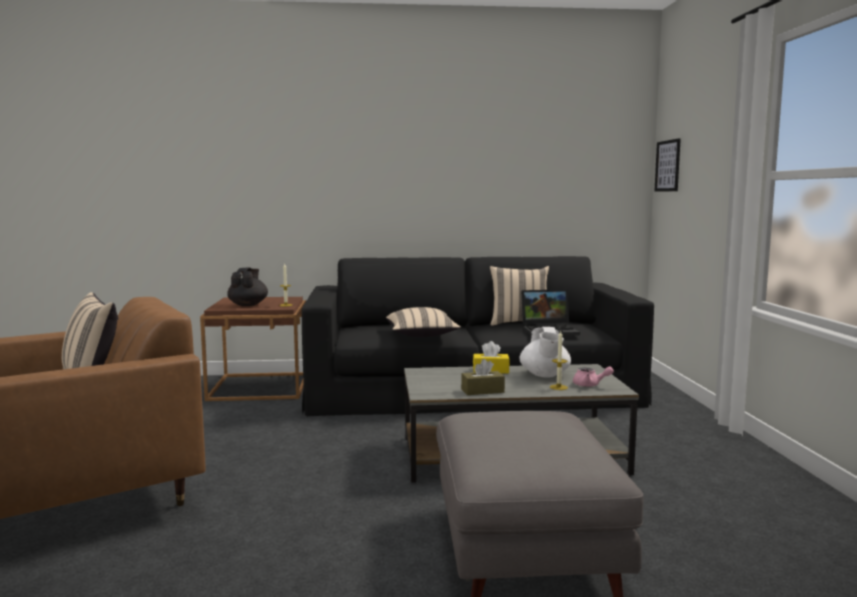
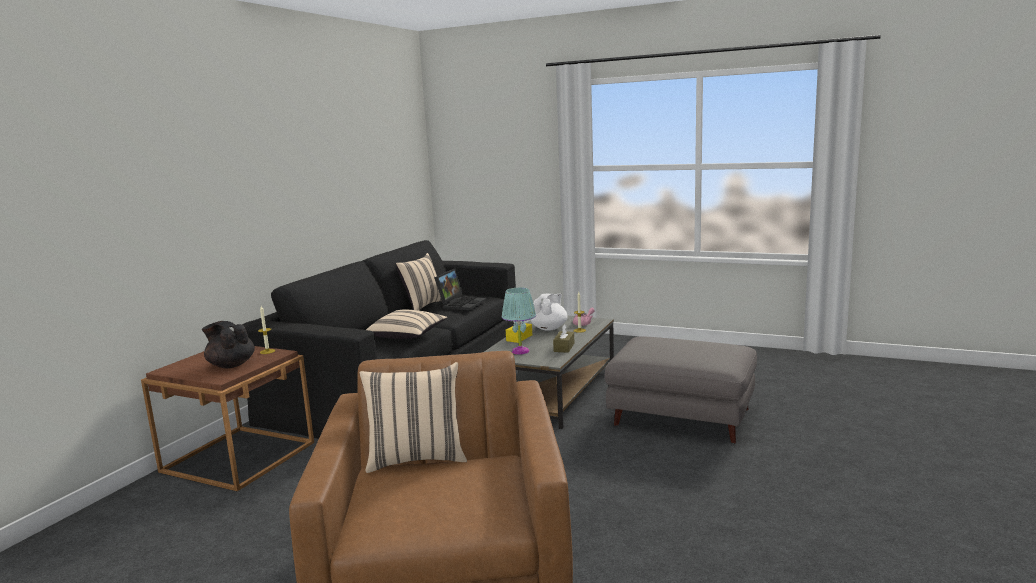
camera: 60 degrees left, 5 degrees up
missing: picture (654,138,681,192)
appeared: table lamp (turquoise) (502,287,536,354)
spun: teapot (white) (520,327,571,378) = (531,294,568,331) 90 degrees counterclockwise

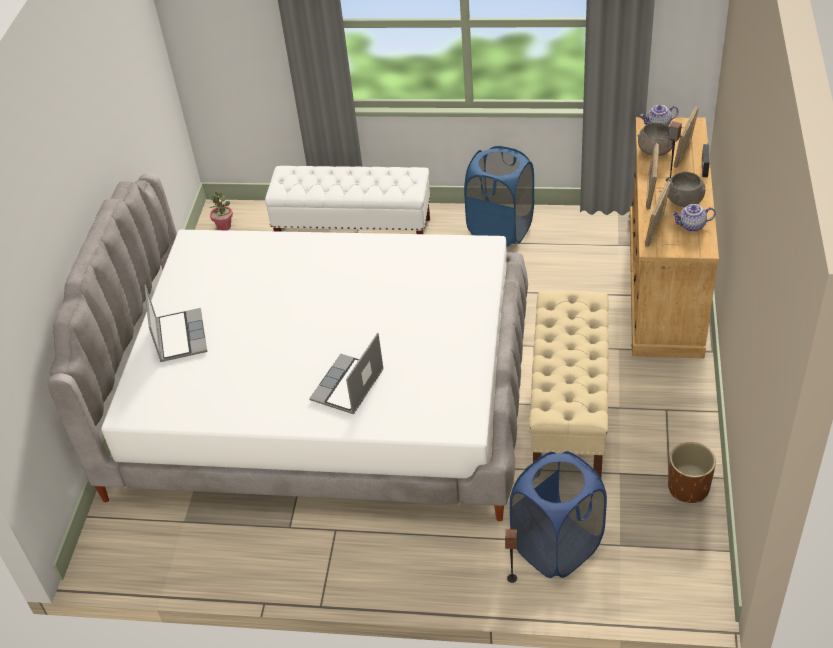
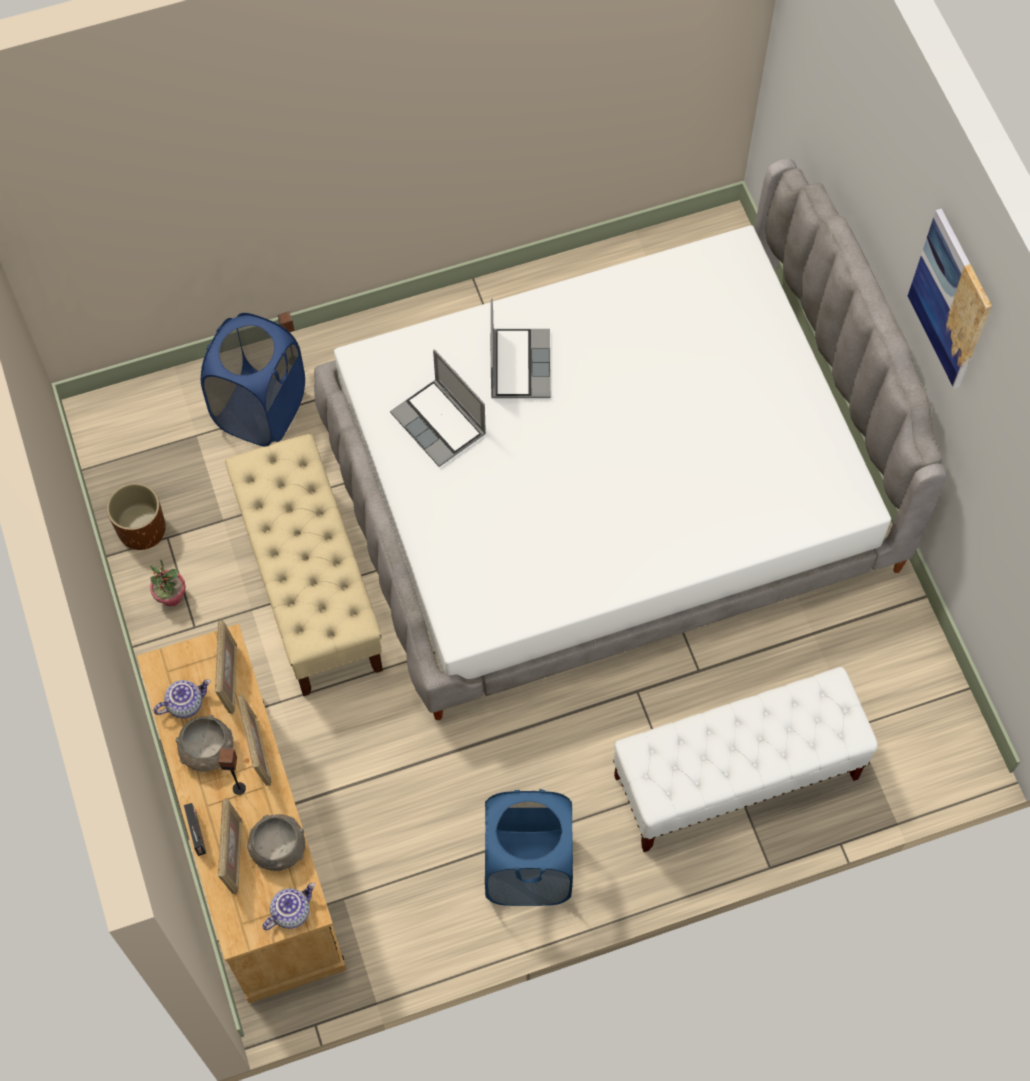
camera: 150 degrees right, 20 degrees up
appeared: picture (908,208,992,389)
relocated: potted plant (210,192,233,230) to (150,559,186,607); laptop (144,284,207,362) to (390,349,486,467)

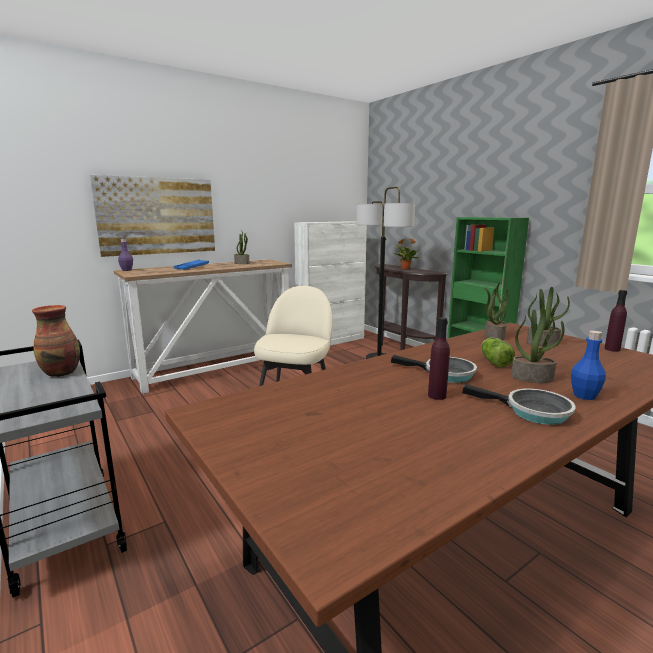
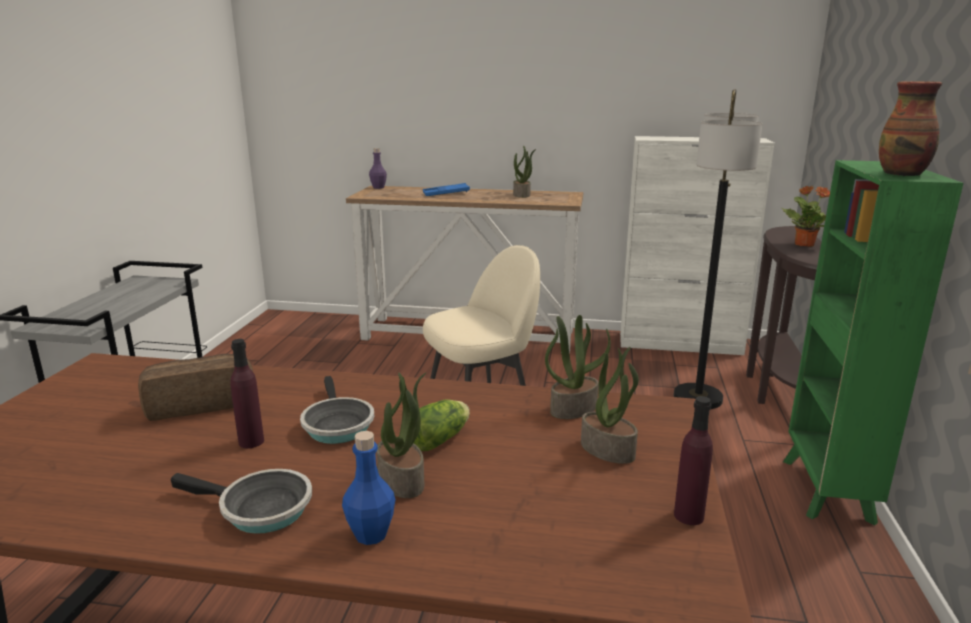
camera: 45 degrees right, 5 degrees up
missing: picture (90,175,215,257)
appeared: bread (138,354,253,421)
relocated: vase (32,305,80,377) to (879,81,942,176)
spun: frying pan (462,384,576,425) = (170,469,312,534) 60 degrees counterclockwise

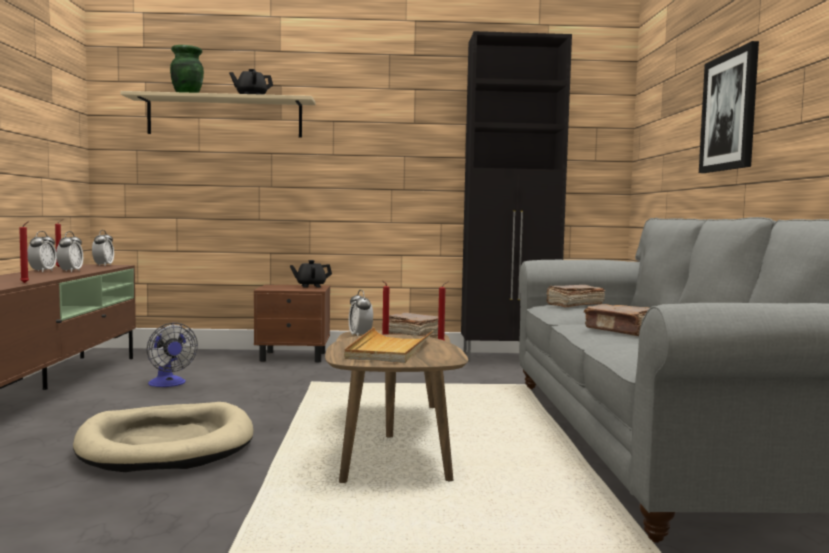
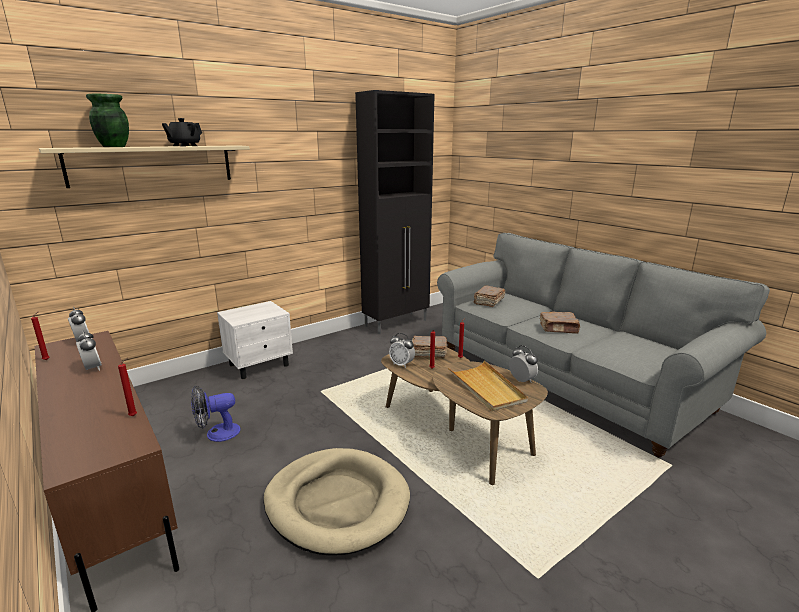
camera: 35 degrees left, 15 degrees up
missing: teapot (black) (290,260,332,288); picture (699,41,759,173)
relocated: alarm clock (27,231,57,272) to (509,345,538,383)
colour: nightstand (brown) (254,284,330,362) to nightstand (white) (217,301,293,379)
spun: fan (147,323,198,387) = (191,385,241,442) 135 degrees clockwise

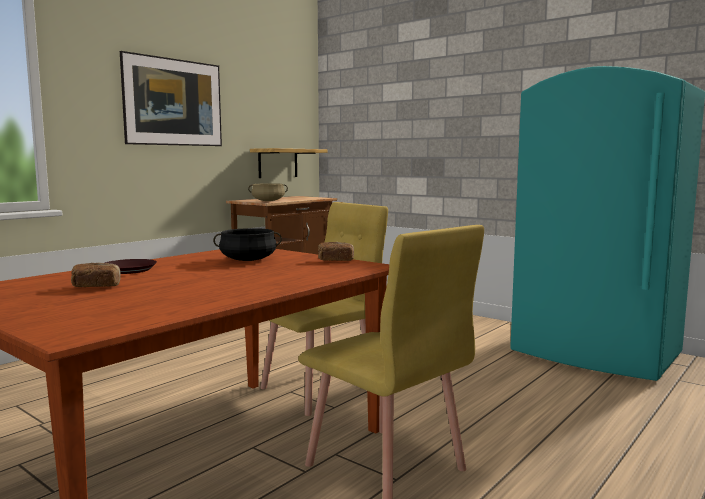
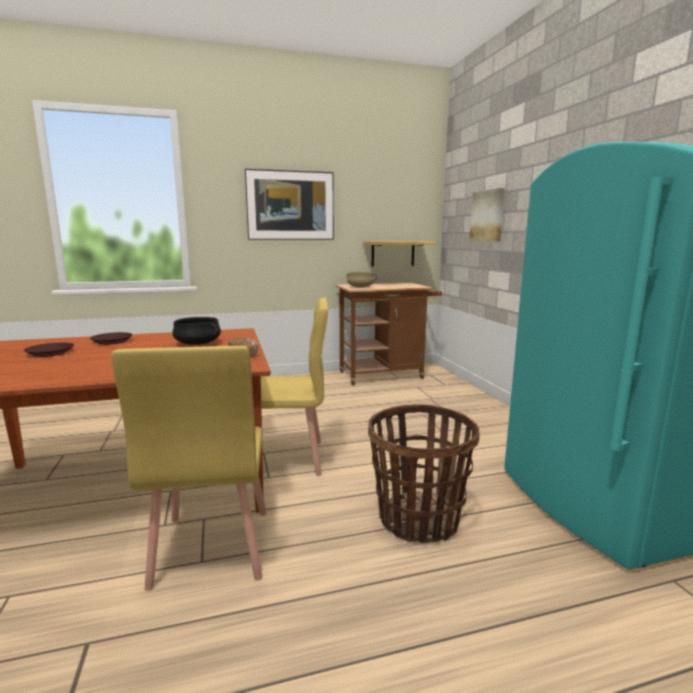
camera: 35 degrees right, 5 degrees up
appeared: basket (368,404,480,543); picture (470,188,505,242)
exchanged: bread (71,262,121,287) to plate (brown) (24,342,74,357)

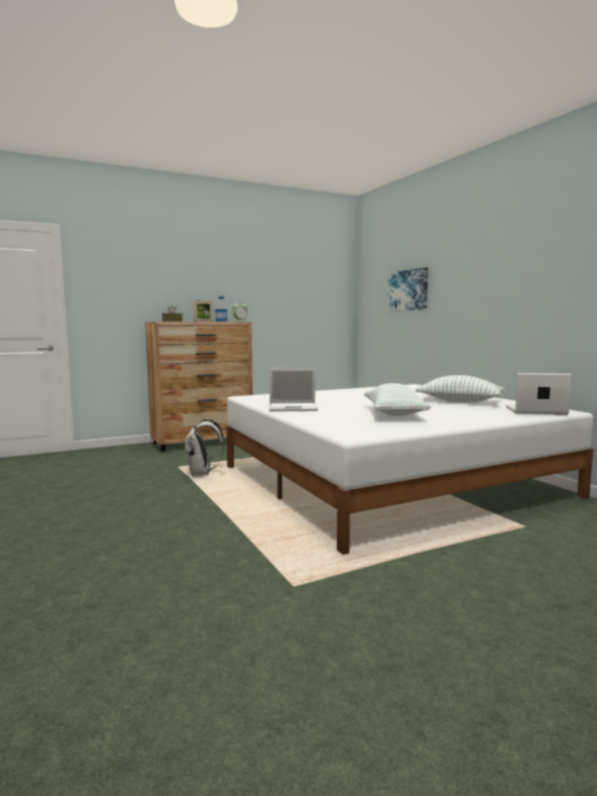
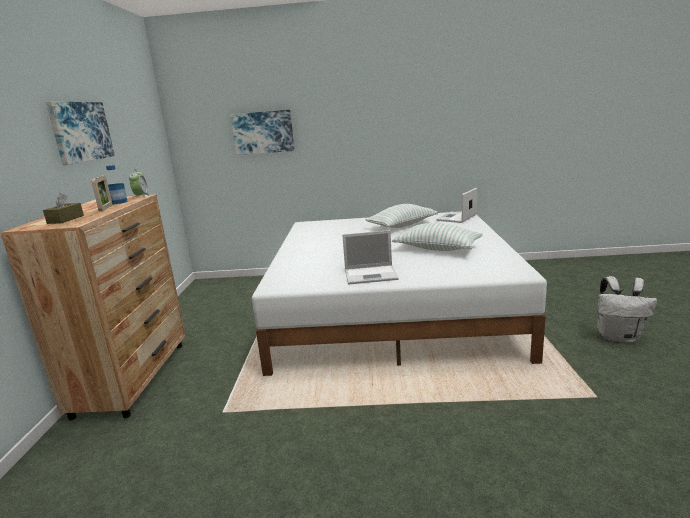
camera: 60 degrees left, 10 degrees up
appeared: picture (46,101,115,165)
relocated: backpack (white) (184,418,224,476) to (597,276,657,343)
spun: laptop (269,368,318,411) = (342,230,399,285) 60 degrees clockwise

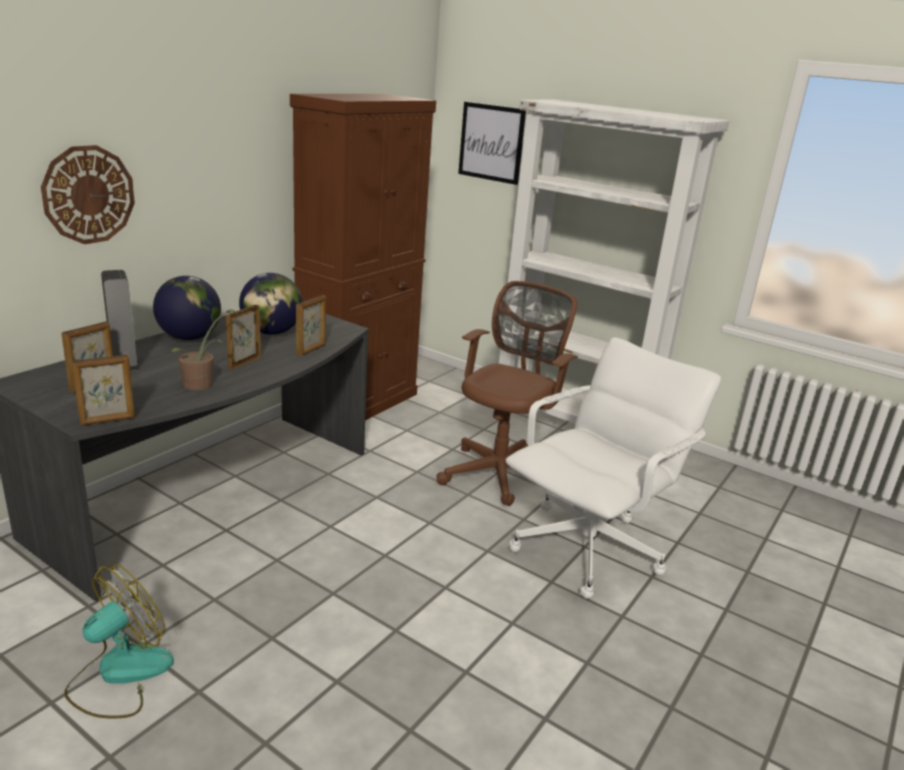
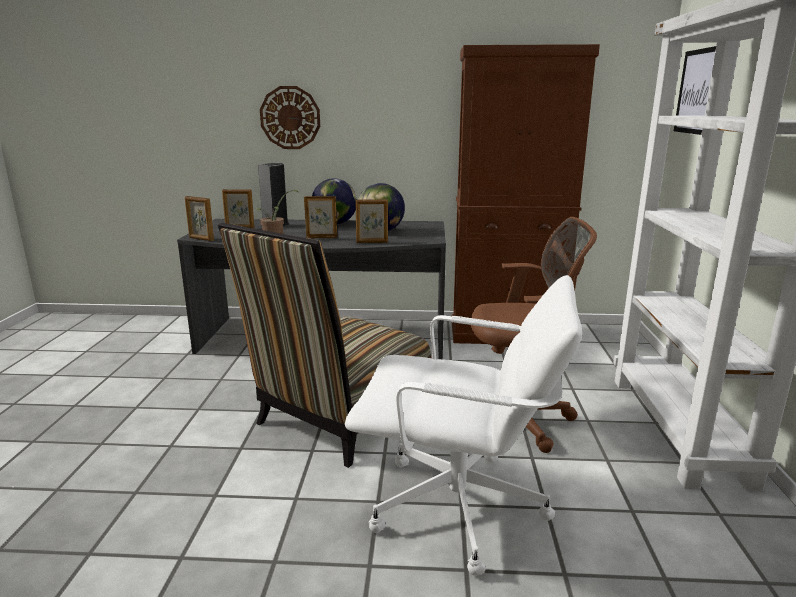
camera: 60 degrees right, 5 degrees down
missing: fan (64,564,174,719)
appeared: chair (218,223,432,468)

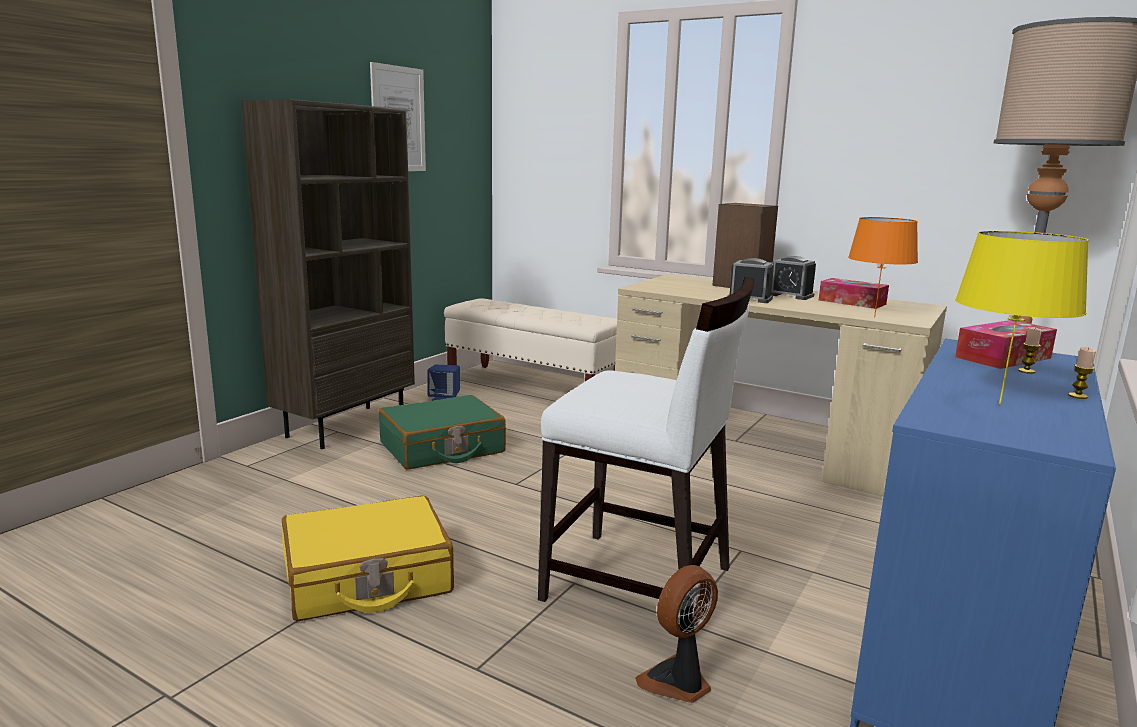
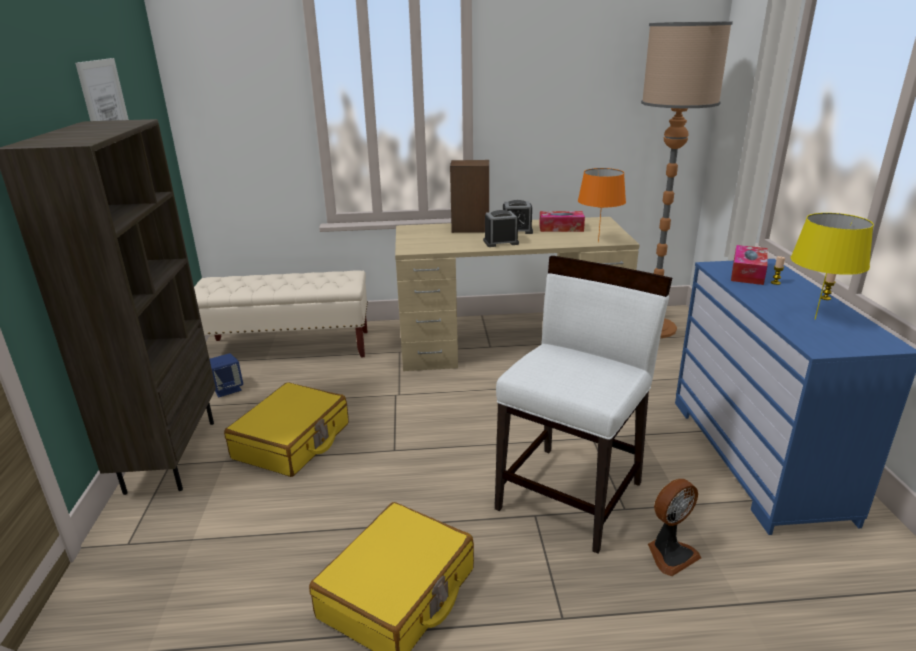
camera: 35 degrees left, 10 degrees up
colour: suitcase (green) (378,395,506,470) to suitcase (yellow) (224,382,349,477)
spun: chair (white) (538,277,754,609) = (495,256,672,554) 45 degrees counterclockwise; fan (635,565,718,703) = (648,479,701,576) 135 degrees counterclockwise

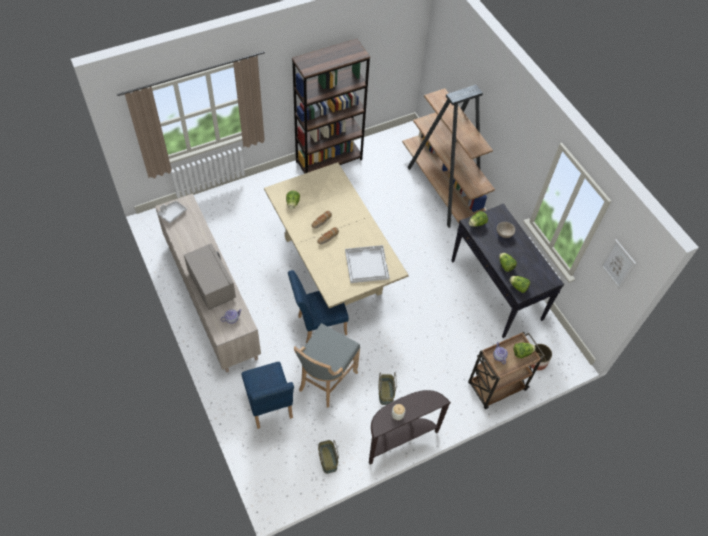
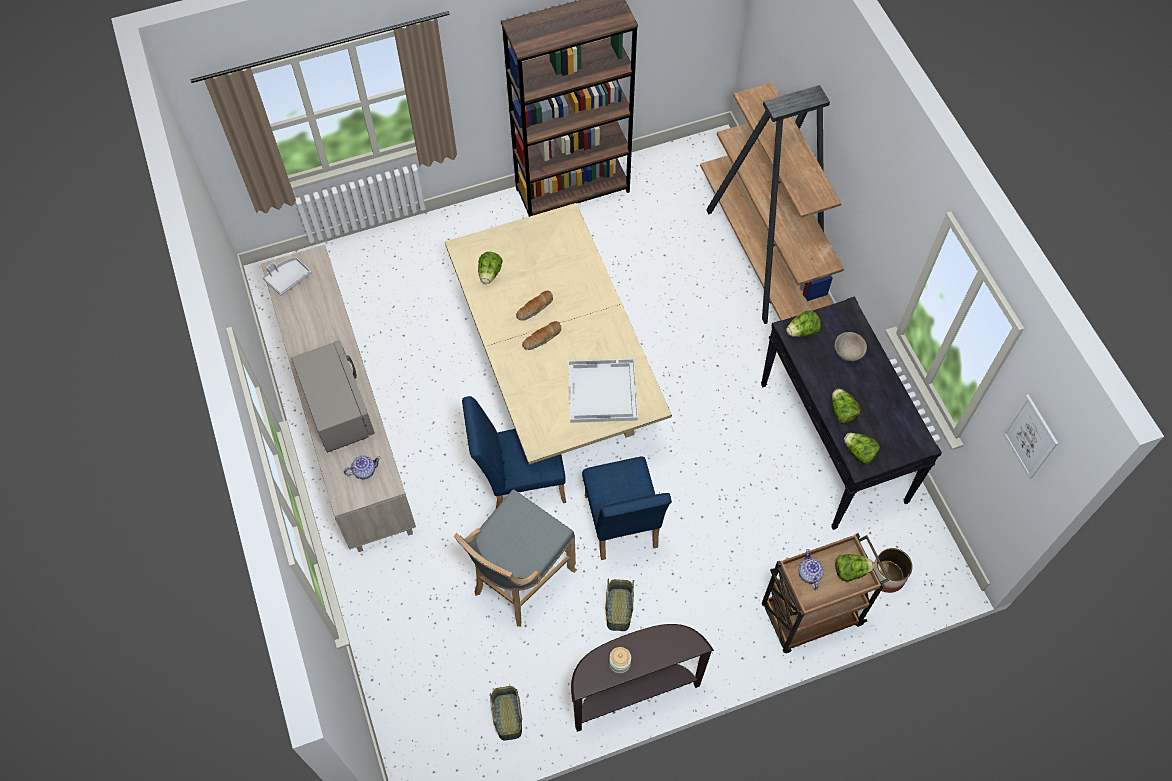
camera: 10 degrees right, 5 degrees up
relocated: chair (blue) (242,362,294,429) to (582,456,672,560)

